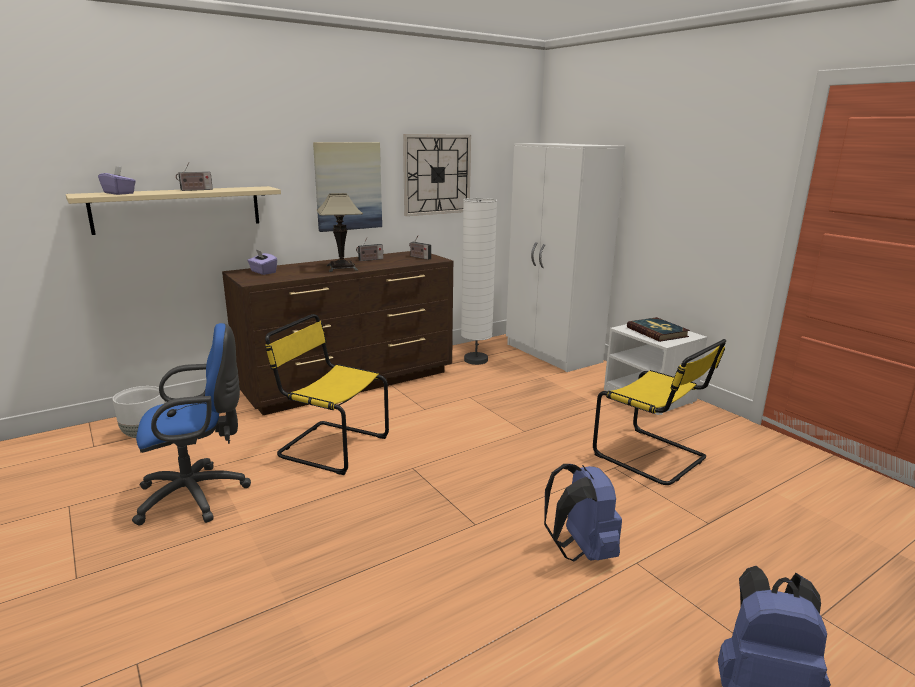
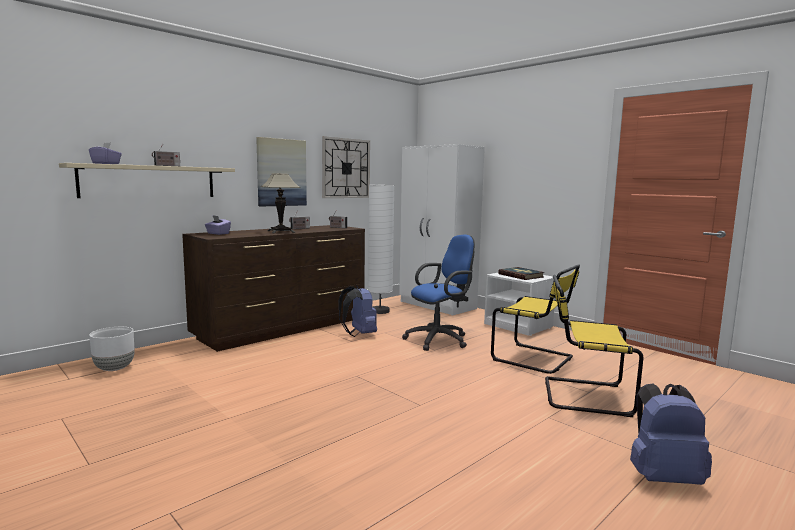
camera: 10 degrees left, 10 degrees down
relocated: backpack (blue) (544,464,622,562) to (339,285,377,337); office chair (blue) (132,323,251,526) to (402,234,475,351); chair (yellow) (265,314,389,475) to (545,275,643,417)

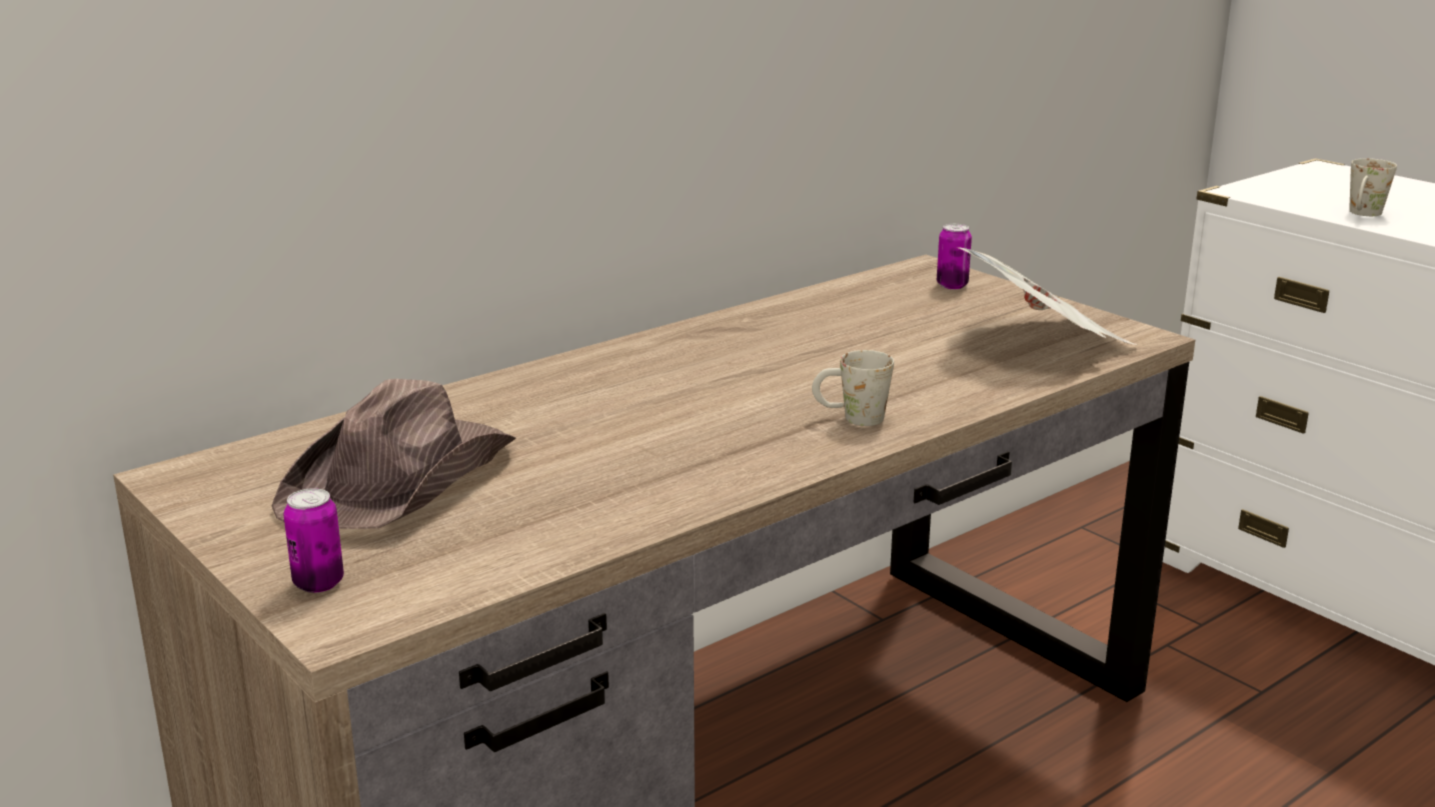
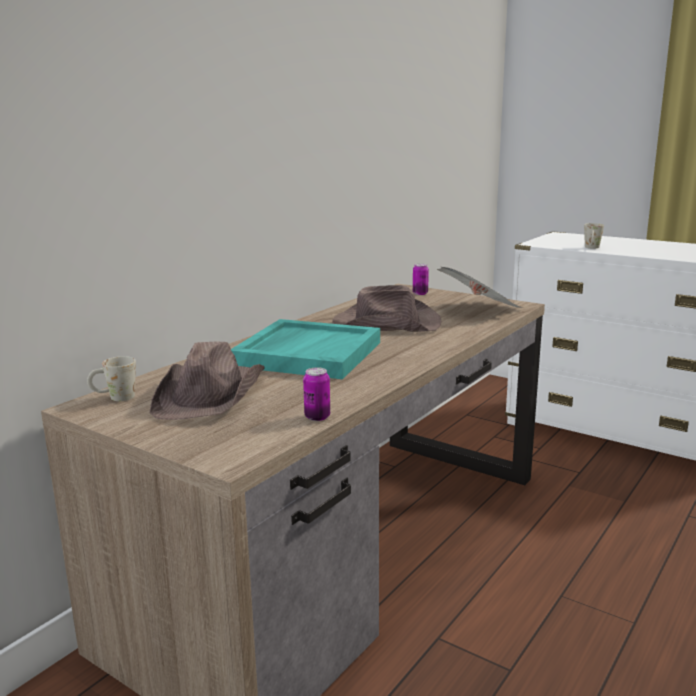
camera: 15 degrees left, 5 degrees down
appeared: tray (turquoise) (231,319,380,379); hat (brown) (332,285,441,332)
relocated: mug (white) (812,350,894,426) to (87,356,136,401); can (283,488,344,593) to (303,367,330,421)

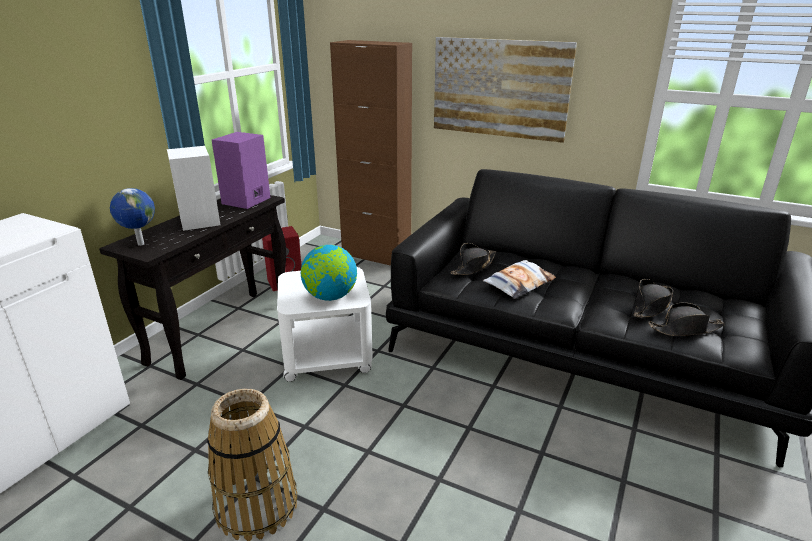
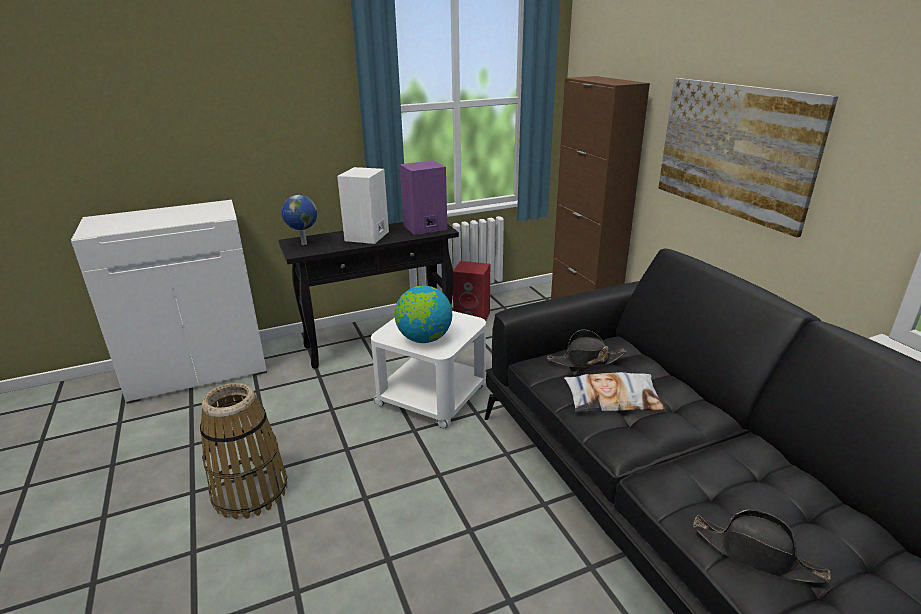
camera: 40 degrees right, 0 degrees up
missing: hat (black) (633,279,673,318)

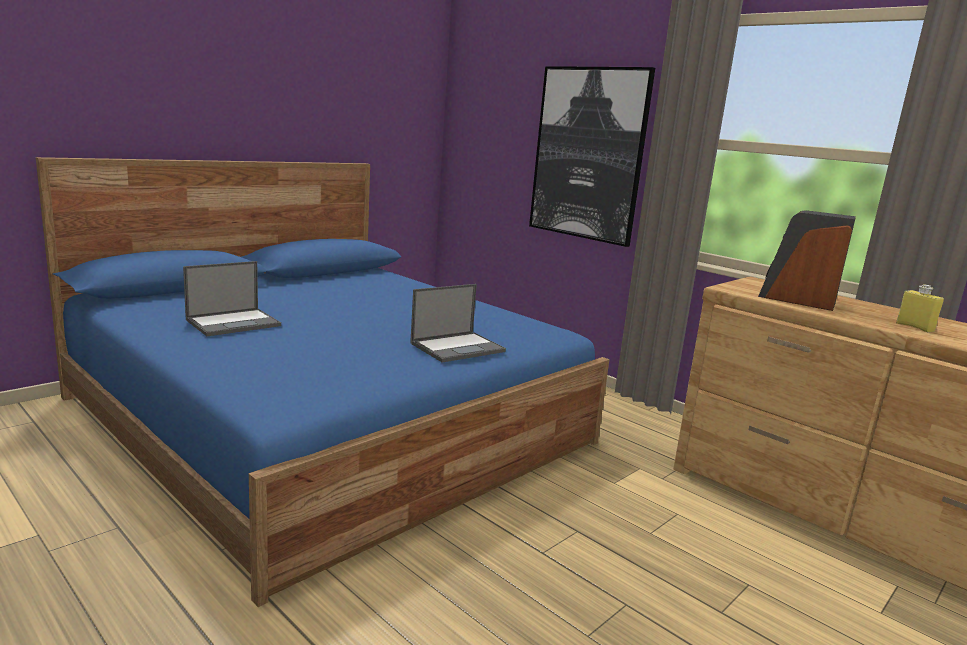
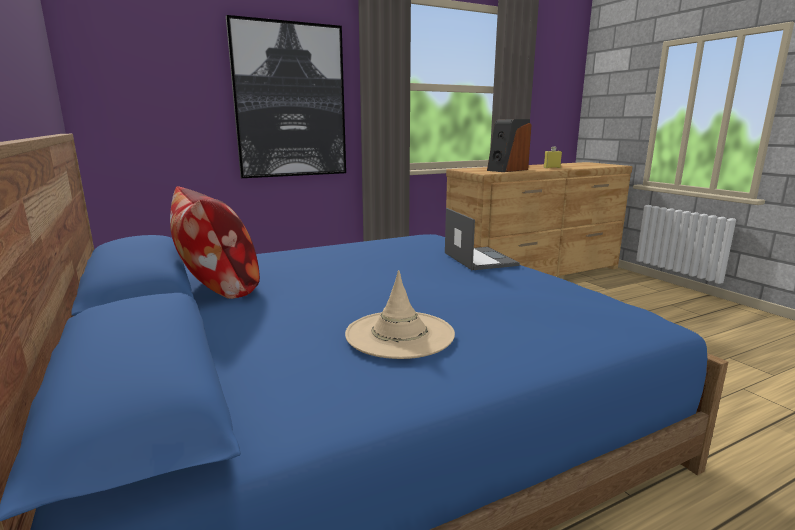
camera: 70 degrees left, 0 degrees up
appeared: pillow (170,186,260,299)
exchanged: laptop (183,261,281,336) to hat (beige) (345,270,455,359)

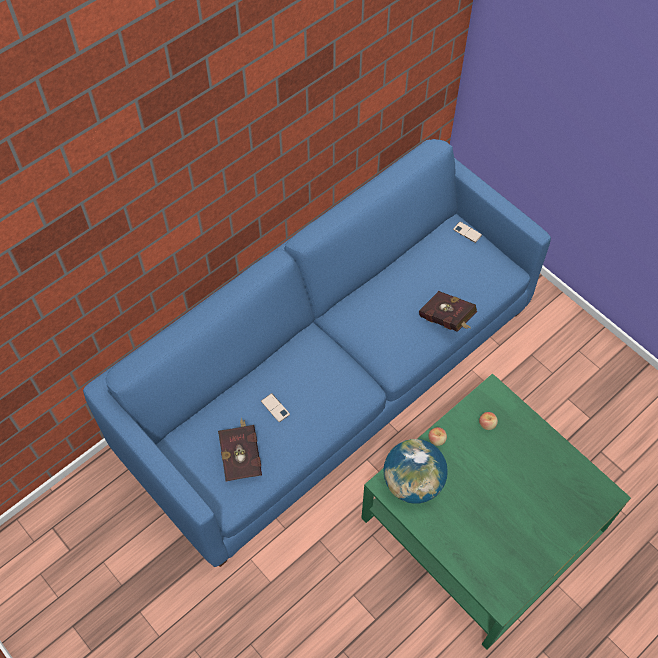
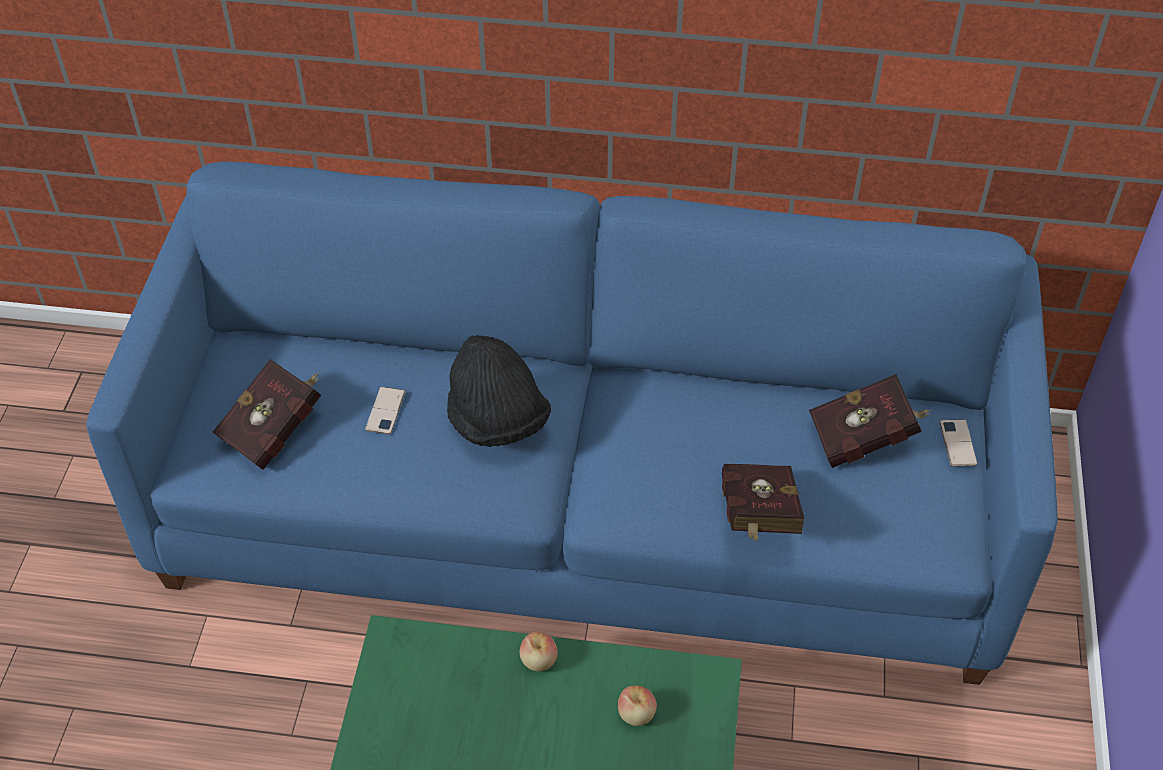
camera: 50 degrees right, 10 degrees down
missing: globe (383,439,448,504)
appeared: hat (black) (447,335,551,447); book (red) (809,374,932,468)

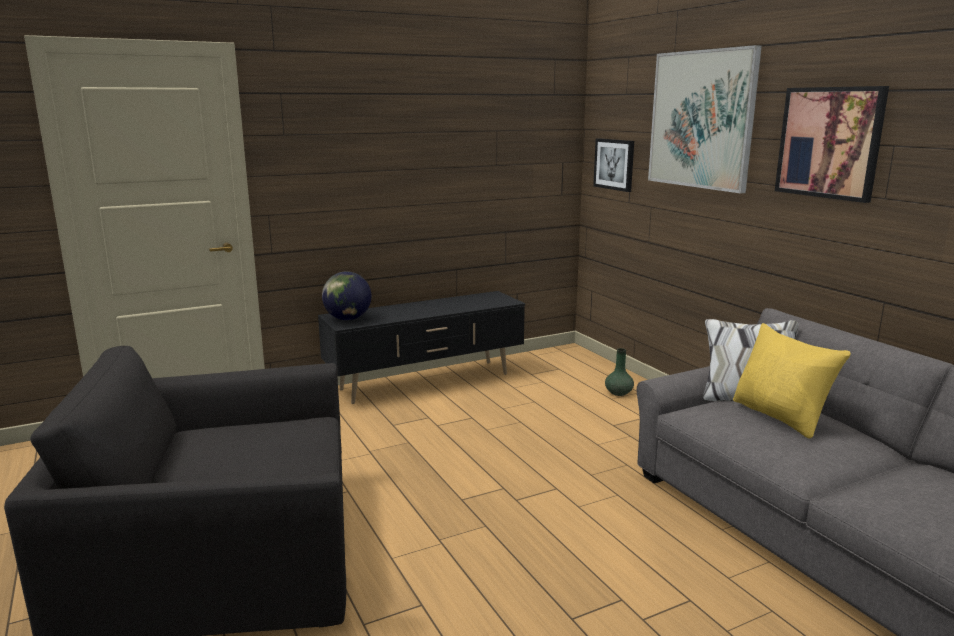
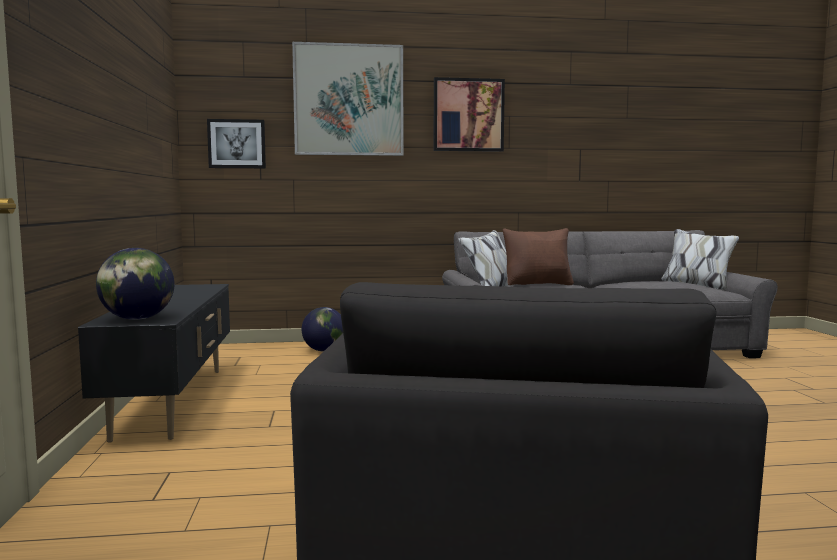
camera: 70 degrees left, 10 degrees down
exchanged: vase (green) (605,348,634,396) to globe (302,307,343,352)
colour: pillow (yellow) (733,323,851,439) to pillow (brown) (503,228,574,285)

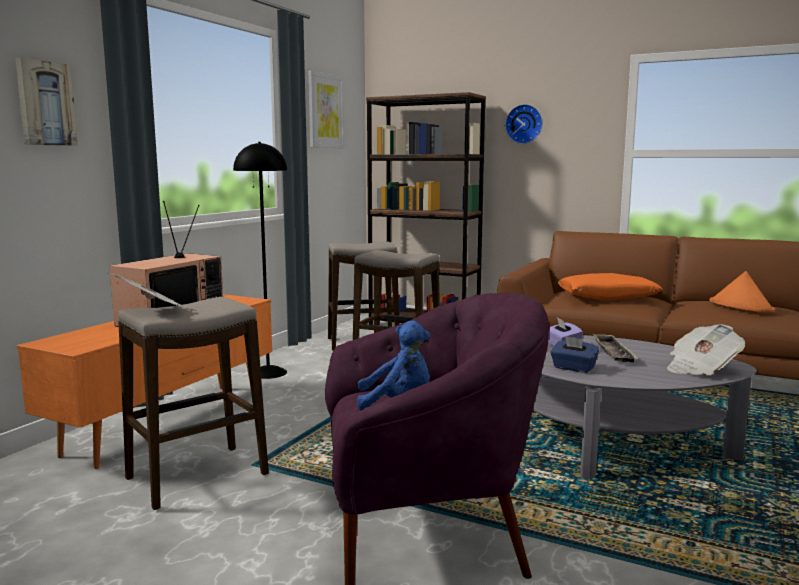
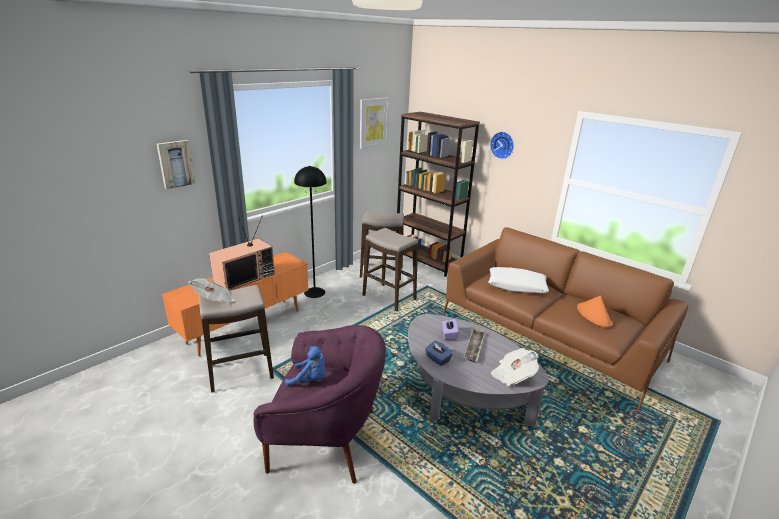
camera: 15 degrees right, 15 degrees up
colour: pillow (orange) (558,273,662,300) to pillow (white) (488,267,549,293)

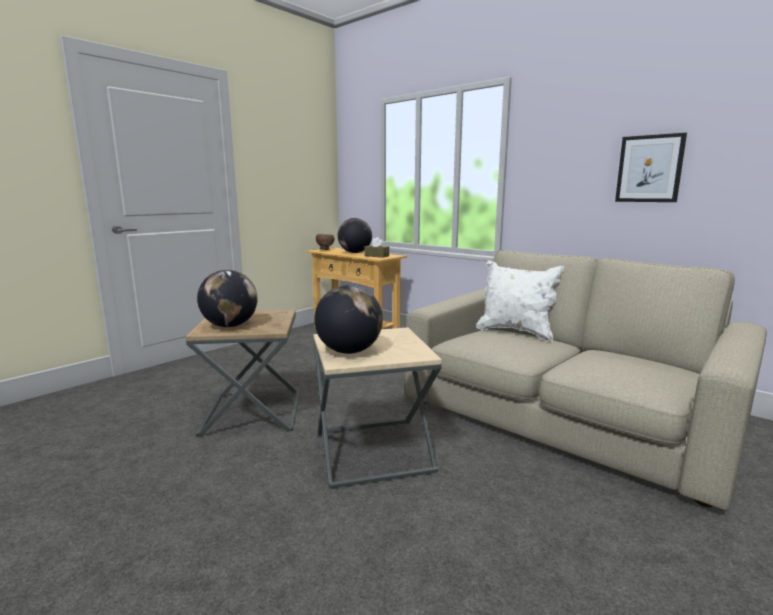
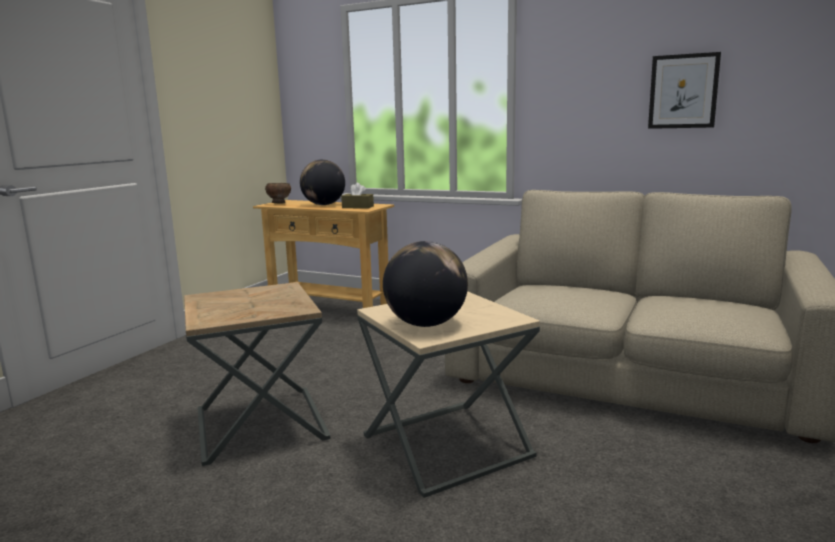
camera: 15 degrees left, 0 degrees up
missing: globe (197,270,258,327); pillow (white) (476,261,564,342)

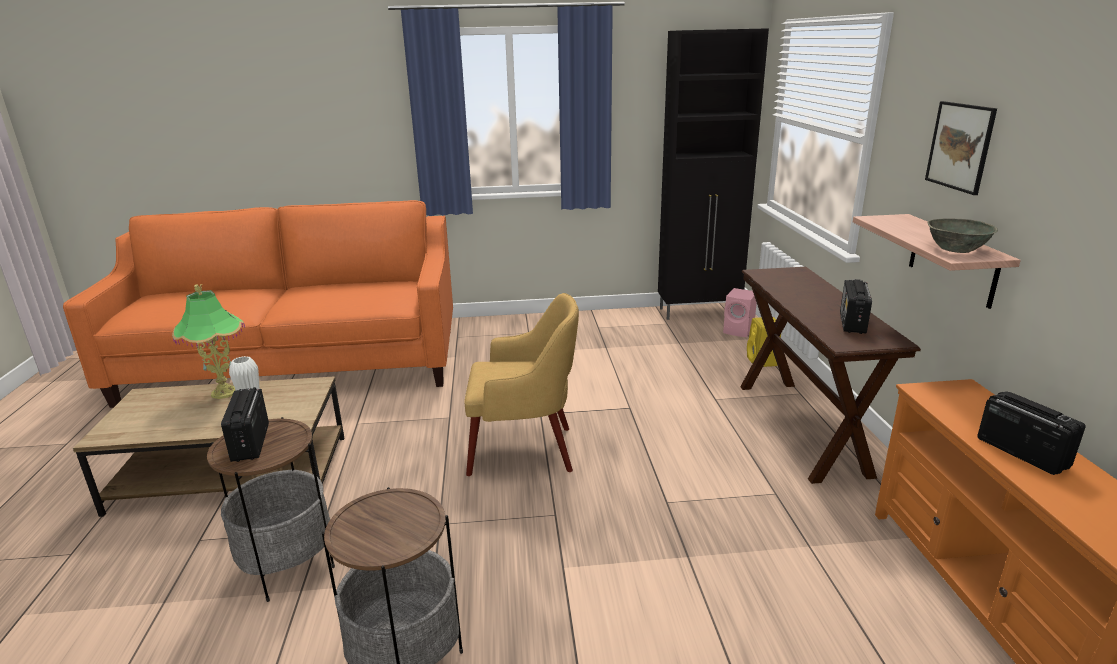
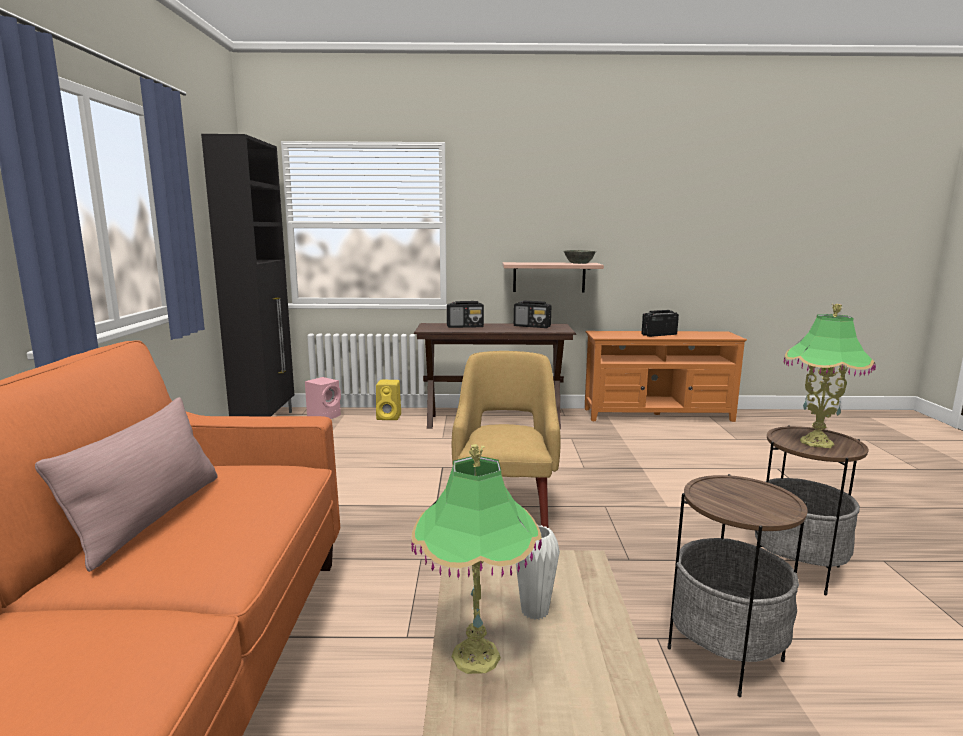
camera: 85 degrees left, 10 degrees down
missing: picture (925,101,997,195)
appeared: pillow (pink) (35,397,218,572); table lamp (784,304,876,448)
relocated: radio (221,387,269,462) to (447,301,484,328)

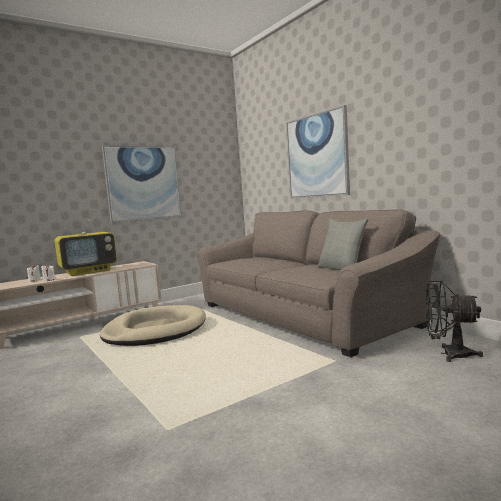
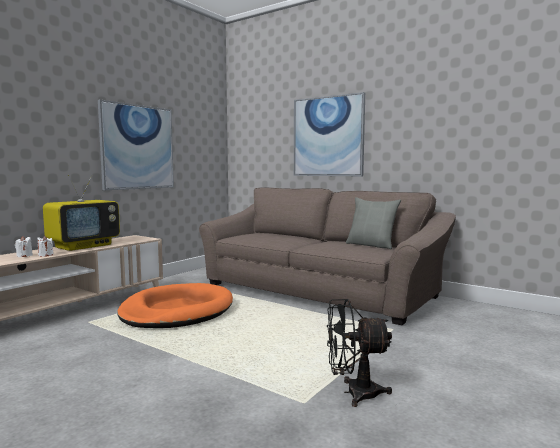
camera: 20 degrees left, 0 degrees up
relocated: fan (black) (426,280,483,362) to (327,299,392,407)
colour: dog bed (beige) (100,305,206,346) to dog bed (orange) (117,283,233,328)

